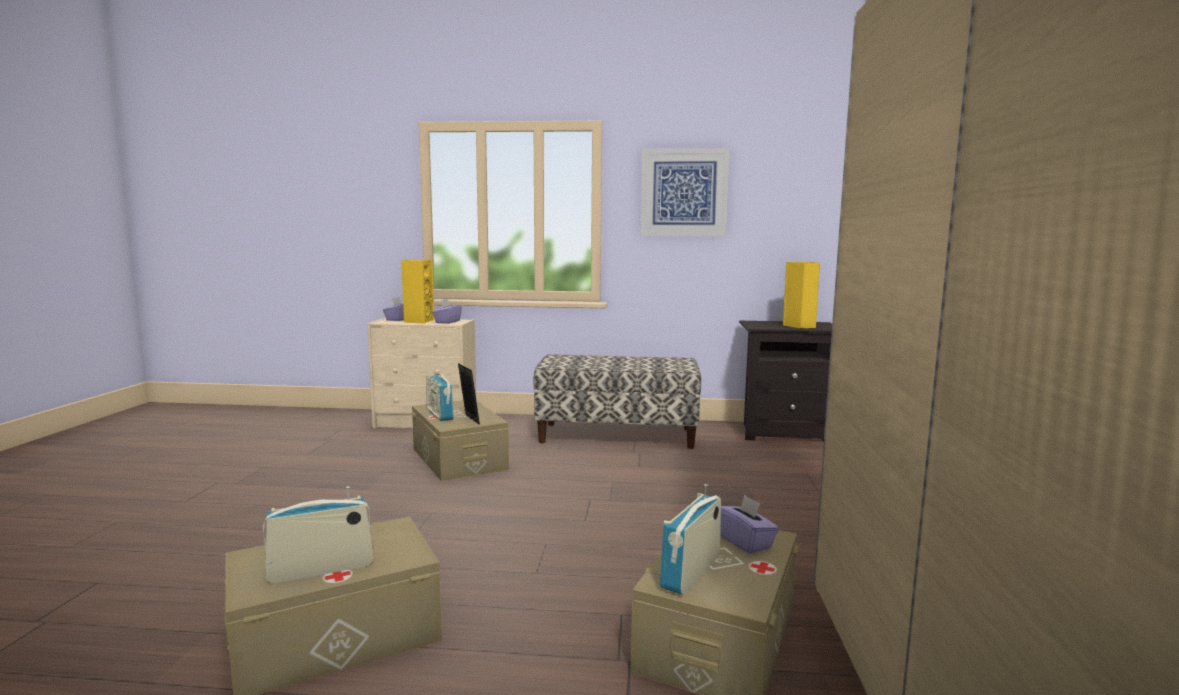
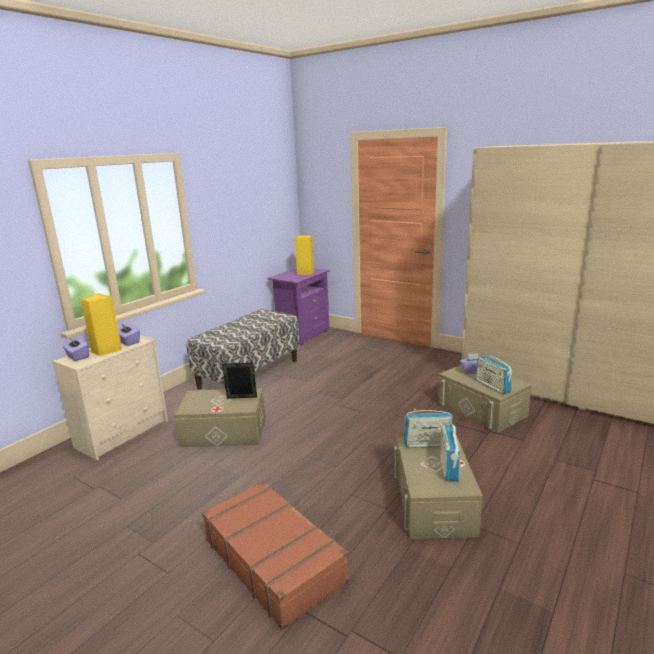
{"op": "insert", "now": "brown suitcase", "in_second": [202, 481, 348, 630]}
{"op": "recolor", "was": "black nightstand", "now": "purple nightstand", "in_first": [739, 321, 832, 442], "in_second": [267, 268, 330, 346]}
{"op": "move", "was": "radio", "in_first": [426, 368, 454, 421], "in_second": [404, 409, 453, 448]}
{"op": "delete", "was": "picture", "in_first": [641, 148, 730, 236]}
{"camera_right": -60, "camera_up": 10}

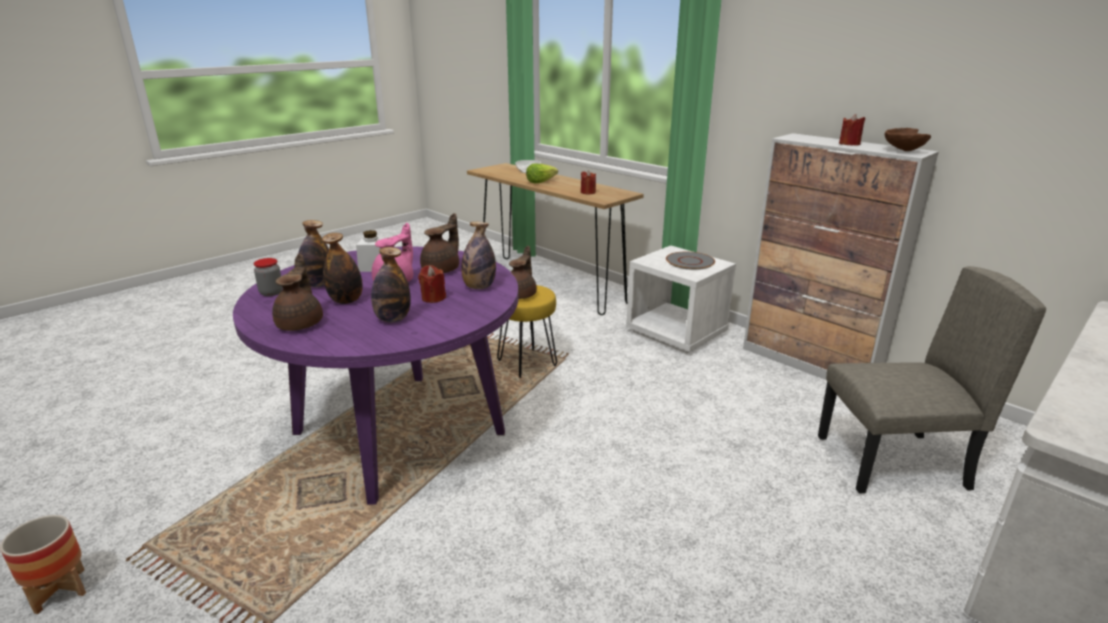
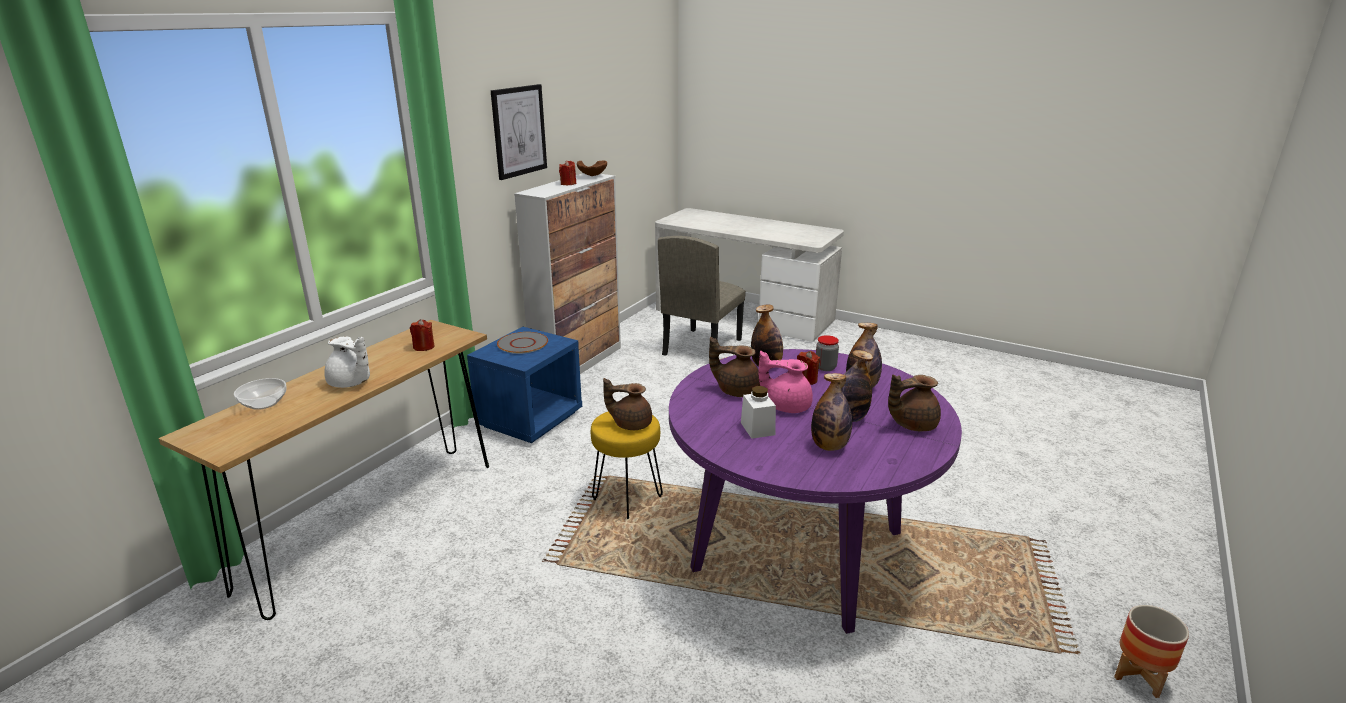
{"op": "replace", "was": "lettuce", "now": "white teapot", "in_first": [526, 163, 558, 183], "in_second": [324, 336, 370, 388]}
{"op": "recolor", "was": "white nightstand", "now": "blue nightstand", "in_first": [626, 246, 736, 353], "in_second": [467, 327, 582, 443]}
{"op": "insert", "now": "picture", "in_second": [491, 84, 547, 180]}
{"op": "rotate", "was": "beige chair", "in_first": [818, 266, 1046, 494], "in_second": [658, 236, 746, 356], "clockwise": -135}
{"op": "move", "was": "jar", "in_first": [253, 258, 283, 296], "in_second": [816, 335, 839, 371]}
{"camera_right": -105, "camera_up": 0}

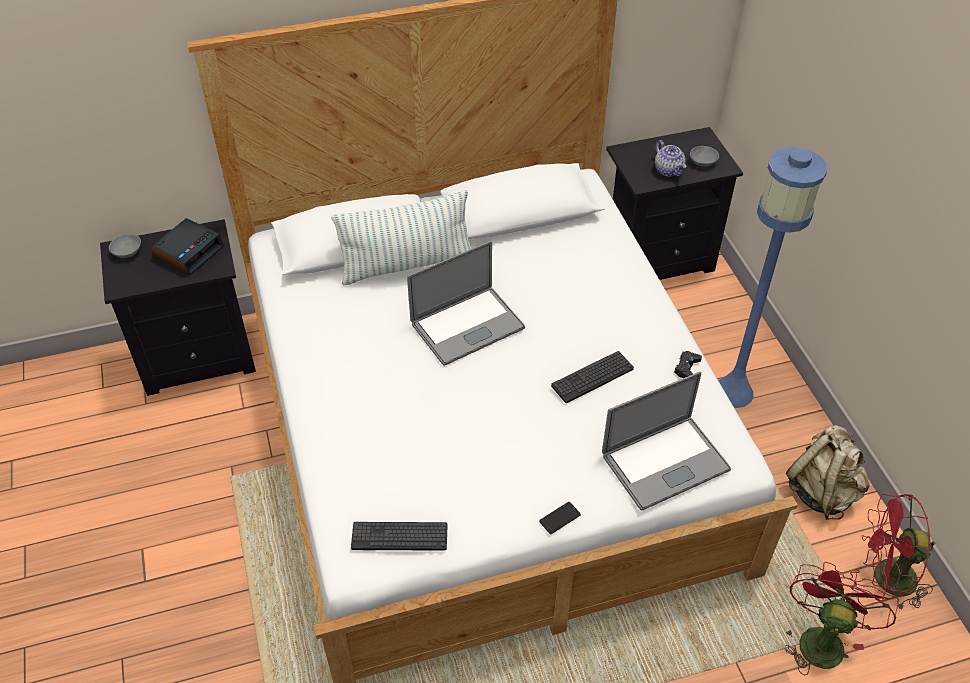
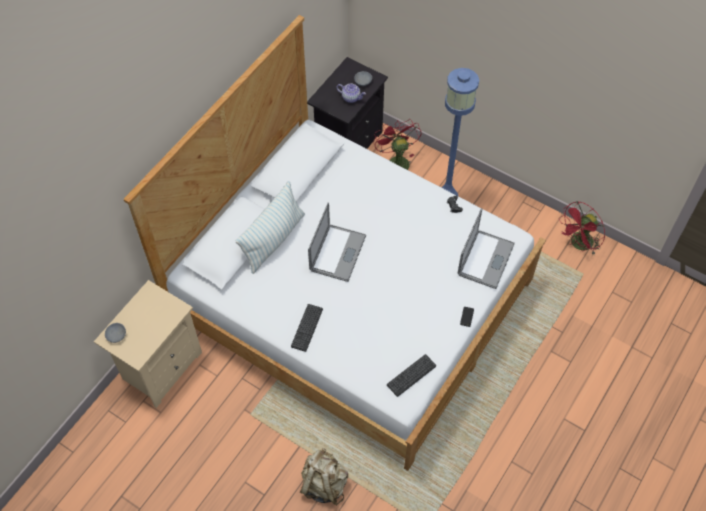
{"op": "recolor", "was": "black nightstand", "now": "beige nightstand", "in_first": [100, 219, 256, 396], "in_second": [94, 280, 202, 408]}
{"op": "move", "was": "keyboard", "in_first": [551, 351, 634, 403], "in_second": [291, 304, 323, 352]}
{"op": "move", "was": "beige backpack", "in_first": [786, 425, 870, 520], "in_second": [300, 448, 348, 506]}
{"op": "move", "was": "red fan", "in_first": [786, 562, 899, 675], "in_second": [373, 119, 421, 170]}
{"op": "delete", "was": "alarm clock", "in_first": [150, 218, 224, 276]}
{"camera_right": -40, "camera_up": 10}

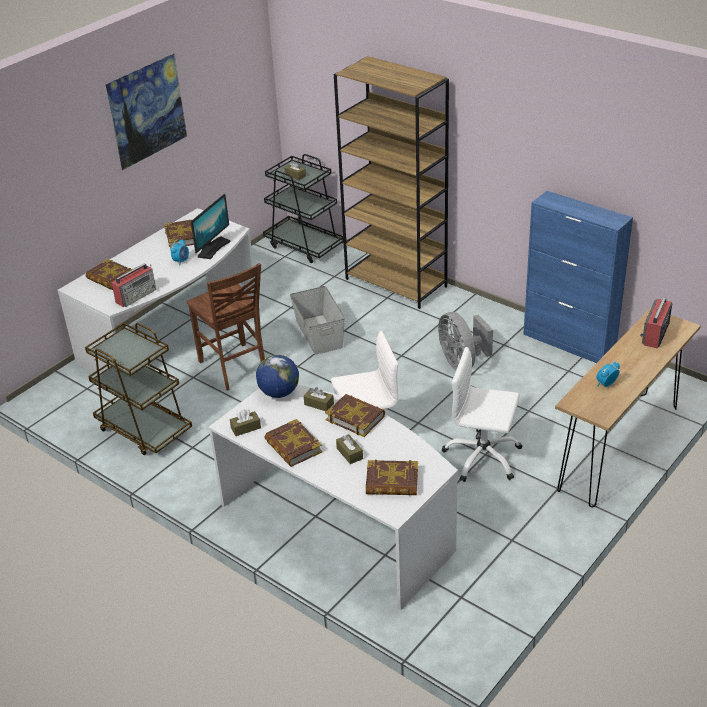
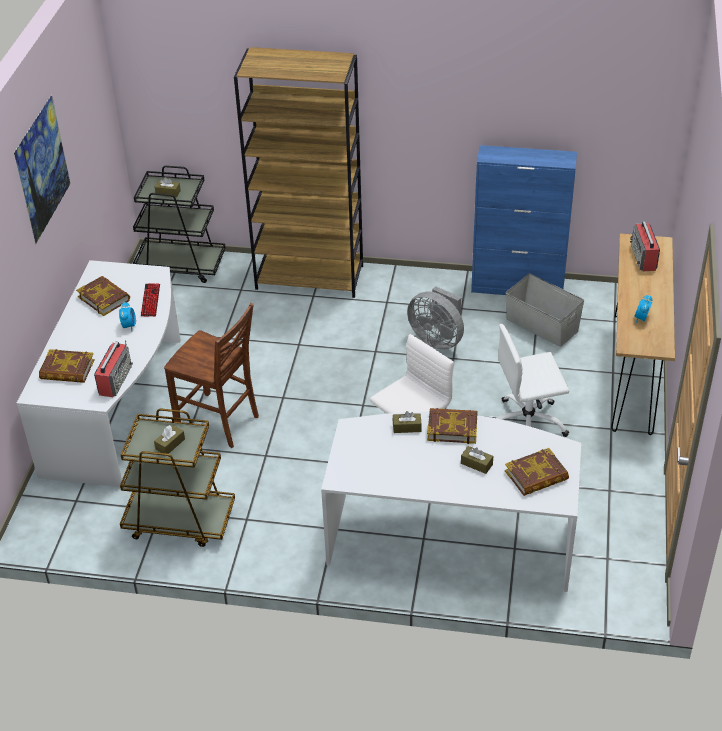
{"op": "replace", "was": "monitor", "now": "keyboard", "in_first": [191, 194, 231, 259], "in_second": [141, 283, 160, 317]}
{"op": "move", "was": "brown tissue box", "in_first": [230, 409, 261, 436], "in_second": [154, 425, 185, 454]}
{"op": "move", "was": "grey storage box", "in_first": [290, 286, 345, 355], "in_second": [505, 274, 585, 347]}
{"op": "delete", "was": "globe", "in_first": [256, 355, 299, 398]}
{"op": "delete", "was": "book", "in_first": [264, 419, 322, 467]}
{"camera_right": -30, "camera_up": 5}

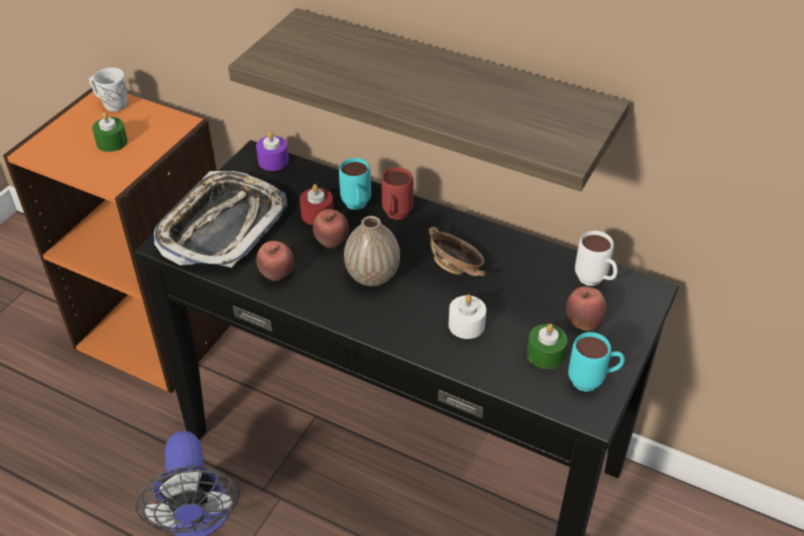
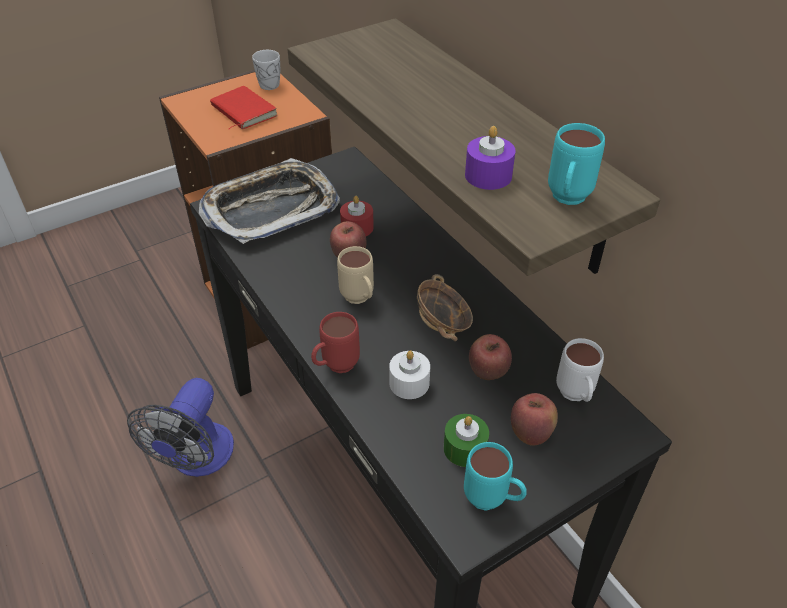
{"op": "replace", "was": "green candle", "now": "red book", "in_first": [92, 112, 128, 152], "in_second": [210, 86, 278, 130]}
{"op": "move", "was": "red mug", "in_first": [382, 167, 414, 220], "in_second": [311, 312, 360, 373]}
{"op": "replace", "was": "vase", "now": "beige mug", "in_first": [344, 216, 400, 286], "in_second": [337, 246, 374, 304]}
{"op": "move", "was": "purple candle", "in_first": [256, 131, 289, 171], "in_second": [465, 126, 516, 190]}
{"op": "move", "was": "apple", "in_first": [256, 241, 294, 281], "in_second": [469, 334, 512, 380]}
{"op": "move", "was": "turquoise mug", "in_first": [339, 158, 371, 210], "in_second": [548, 123, 605, 205]}
{"camera_right": 30, "camera_up": 0}

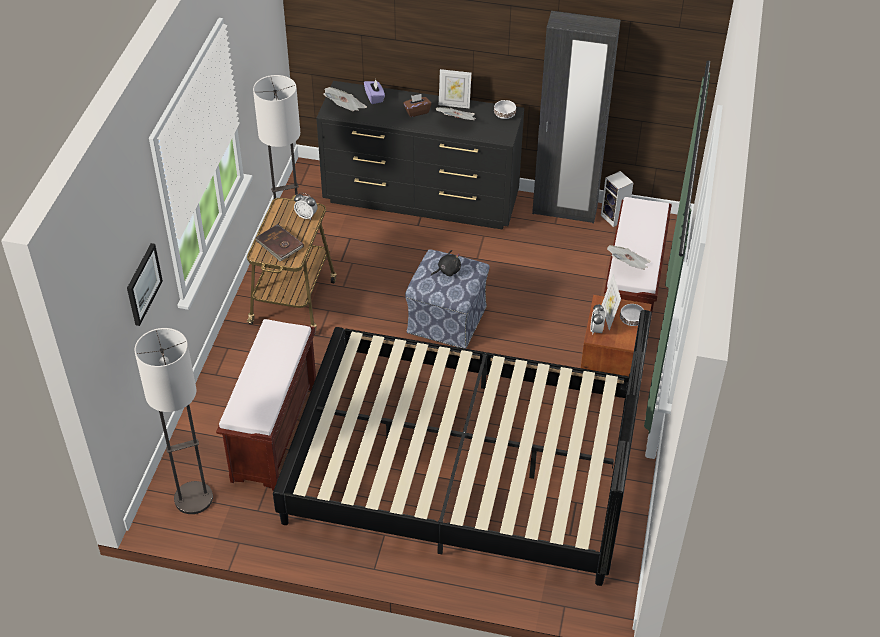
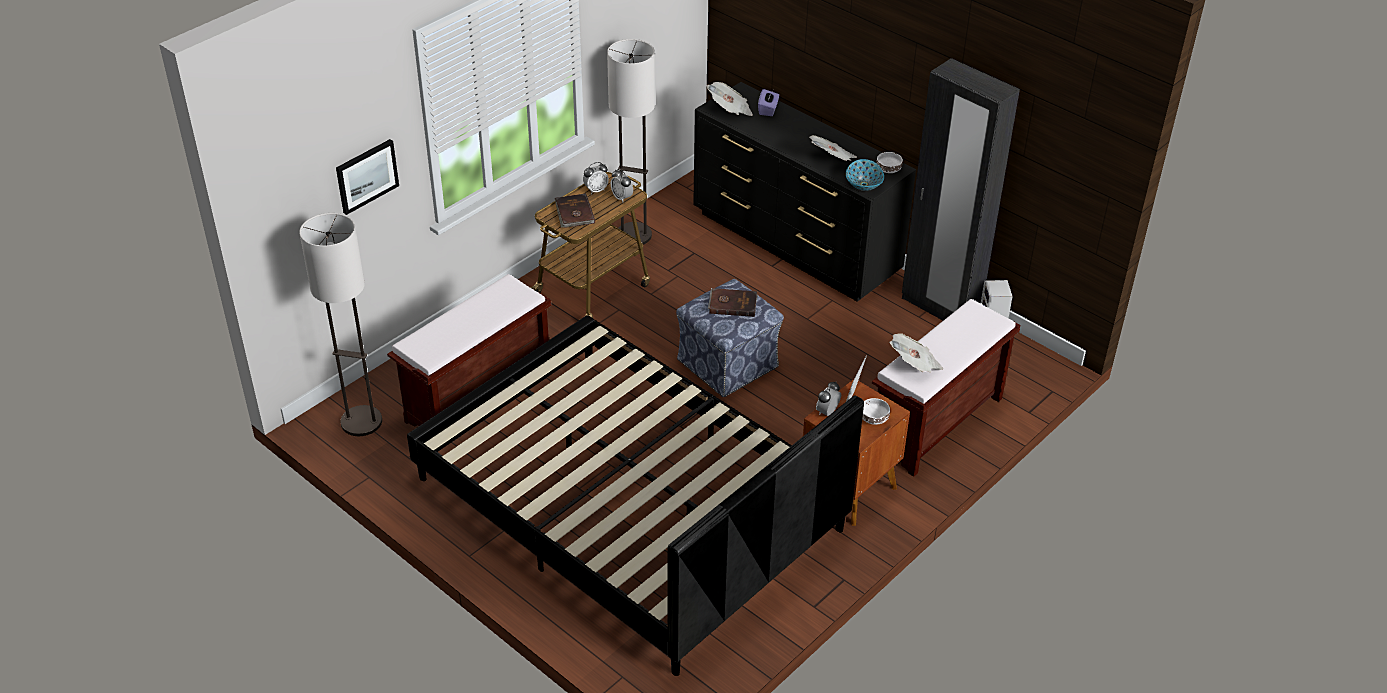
{"op": "insert", "now": "alarm clock", "in_second": [583, 162, 609, 194]}
{"op": "replace", "was": "black plush toy", "now": "brown book", "in_first": [431, 250, 461, 276], "in_second": [708, 288, 758, 317]}
{"op": "insert", "now": "bowl", "in_second": [846, 159, 884, 191]}
{"op": "delete", "was": "brown tissue box", "in_first": [403, 94, 431, 117]}
{"op": "delete", "was": "picture frame", "in_first": [439, 69, 471, 109]}
{"camera_right": 30, "camera_up": -5}

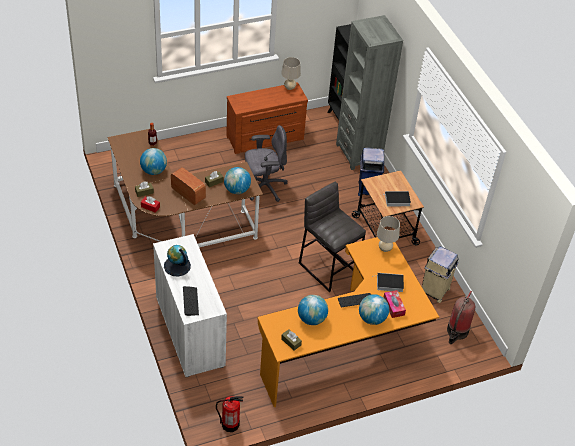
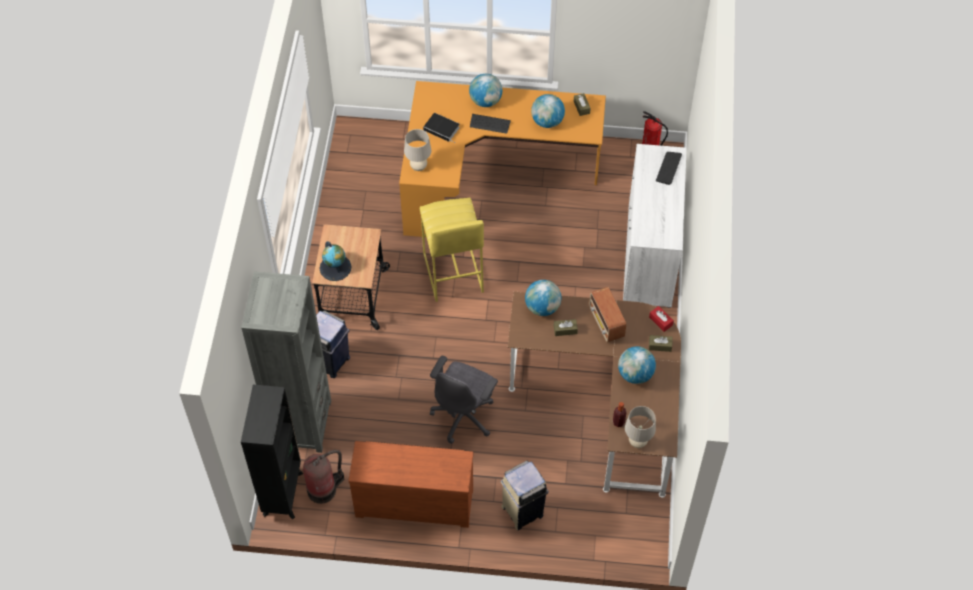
{"op": "move", "was": "fire extinguisher", "in_first": [447, 291, 475, 344], "in_second": [303, 450, 344, 504]}
{"op": "move", "was": "globe", "in_first": [164, 245, 191, 276], "in_second": [320, 241, 352, 281]}
{"op": "recolor", "was": "grey stool", "now": "yellow stool", "in_first": [299, 182, 366, 292], "in_second": [420, 198, 484, 302]}
{"op": "rotate", "was": "grey office chair", "in_first": [245, 125, 287, 202], "in_second": [430, 356, 498, 444], "clockwise": -75}
{"op": "move", "was": "beige trash can", "in_first": [422, 246, 459, 303], "in_second": [500, 461, 549, 530]}
{"op": "move", "was": "beige table lamp", "in_first": [281, 57, 301, 90], "in_second": [625, 406, 656, 448]}
{"op": "delete", "was": "book", "in_first": [383, 191, 411, 206]}
{"op": "delete", "was": "tissue box", "in_first": [383, 290, 406, 318]}
{"camera_right": -150, "camera_up": 10}

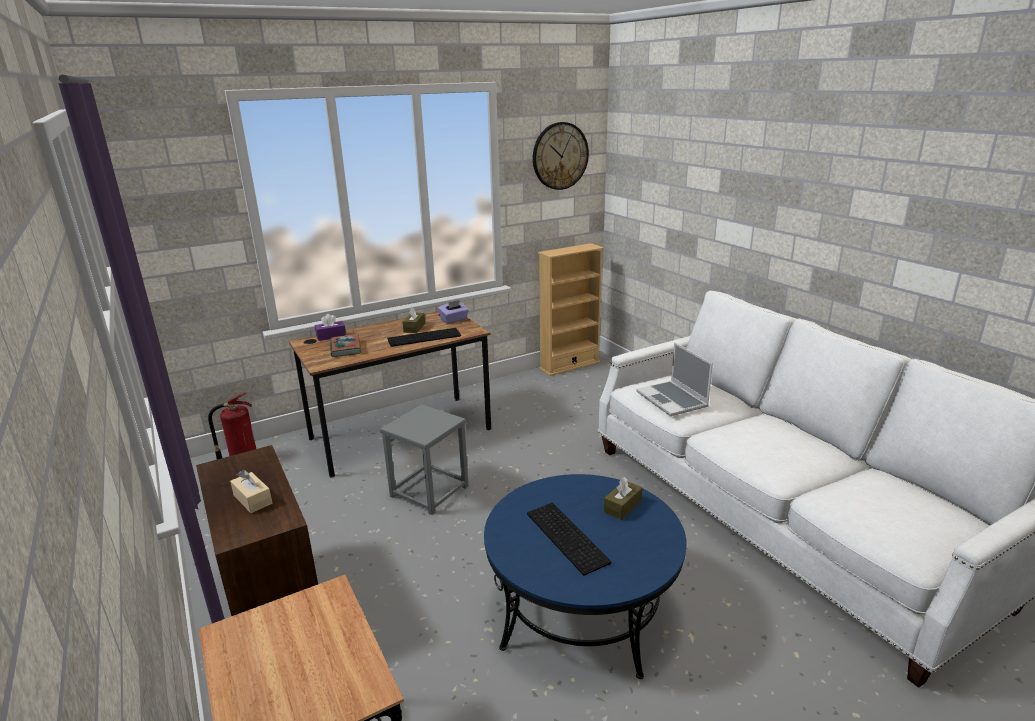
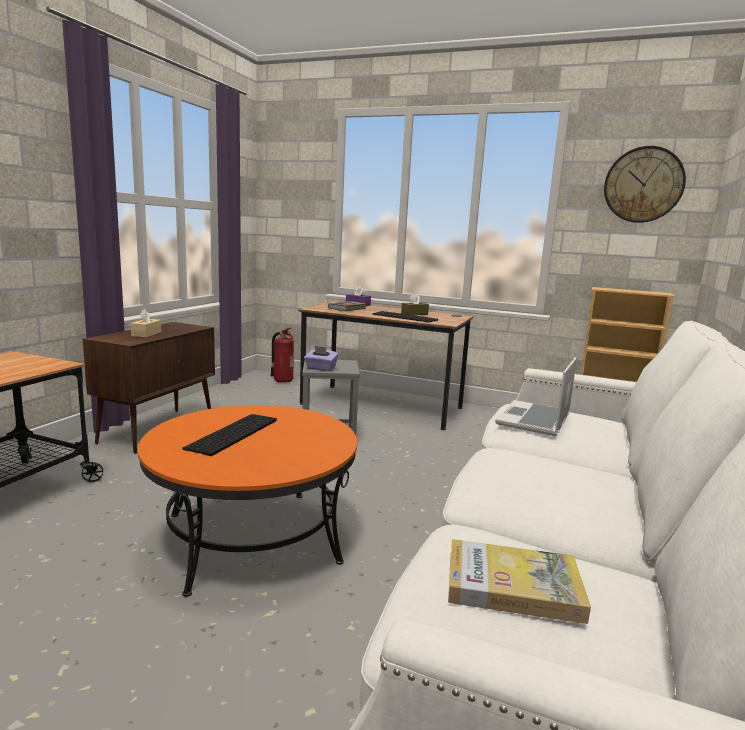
{"op": "recolor", "was": "blue coffee table", "now": "orange coffee table", "in_first": [484, 474, 687, 679], "in_second": [138, 405, 357, 597]}
{"op": "move", "was": "purple tissue box", "in_first": [438, 300, 469, 324], "in_second": [304, 345, 338, 371]}
{"op": "insert", "now": "book", "in_second": [448, 539, 591, 624]}
{"op": "delete", "was": "brown tissue box", "in_first": [604, 477, 642, 520]}
{"camera_right": 50, "camera_up": -10}

